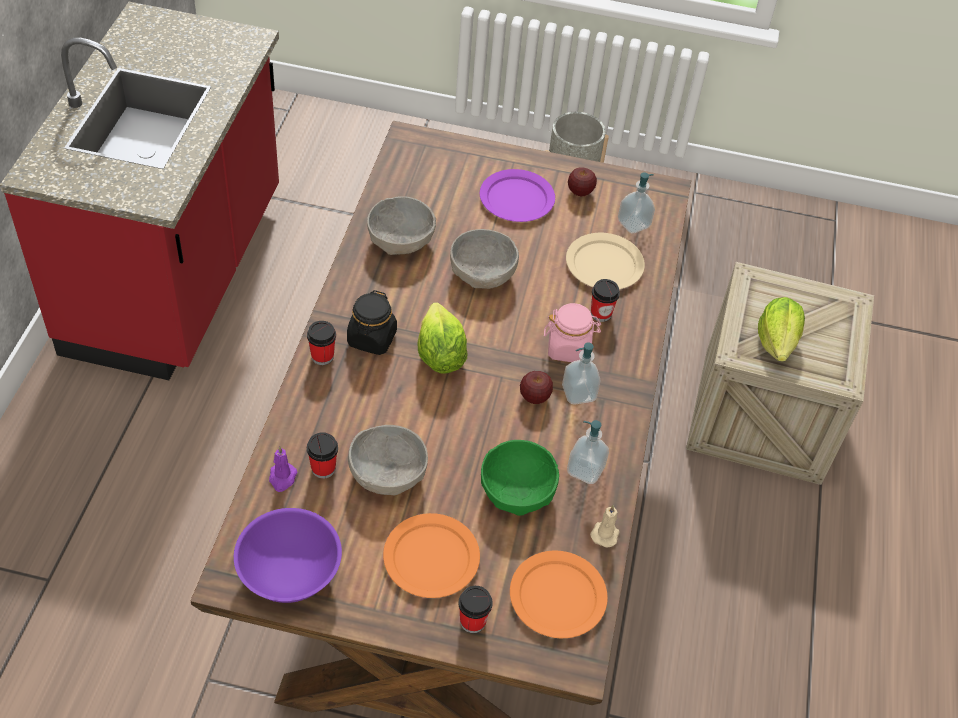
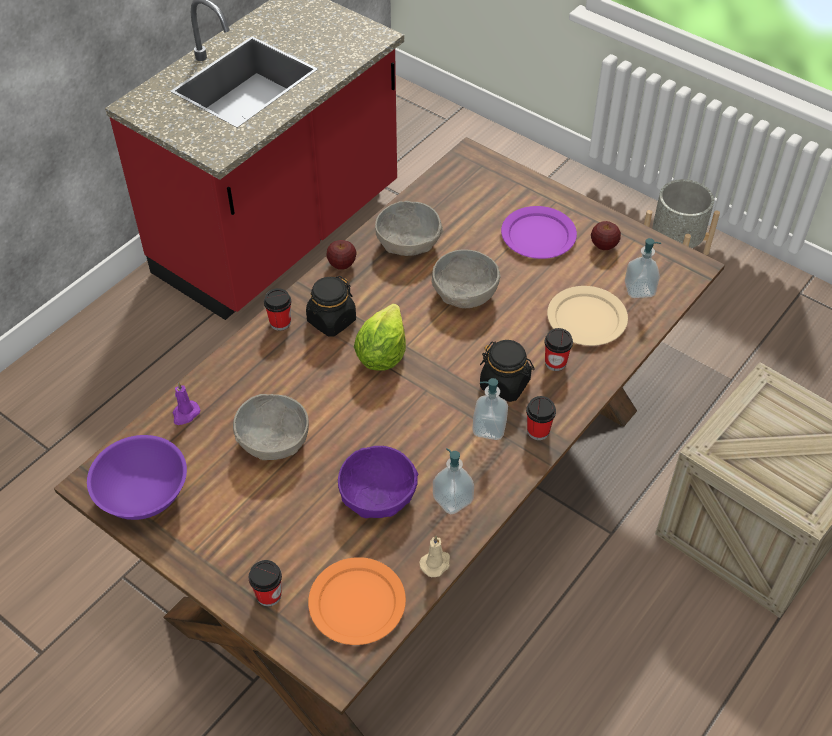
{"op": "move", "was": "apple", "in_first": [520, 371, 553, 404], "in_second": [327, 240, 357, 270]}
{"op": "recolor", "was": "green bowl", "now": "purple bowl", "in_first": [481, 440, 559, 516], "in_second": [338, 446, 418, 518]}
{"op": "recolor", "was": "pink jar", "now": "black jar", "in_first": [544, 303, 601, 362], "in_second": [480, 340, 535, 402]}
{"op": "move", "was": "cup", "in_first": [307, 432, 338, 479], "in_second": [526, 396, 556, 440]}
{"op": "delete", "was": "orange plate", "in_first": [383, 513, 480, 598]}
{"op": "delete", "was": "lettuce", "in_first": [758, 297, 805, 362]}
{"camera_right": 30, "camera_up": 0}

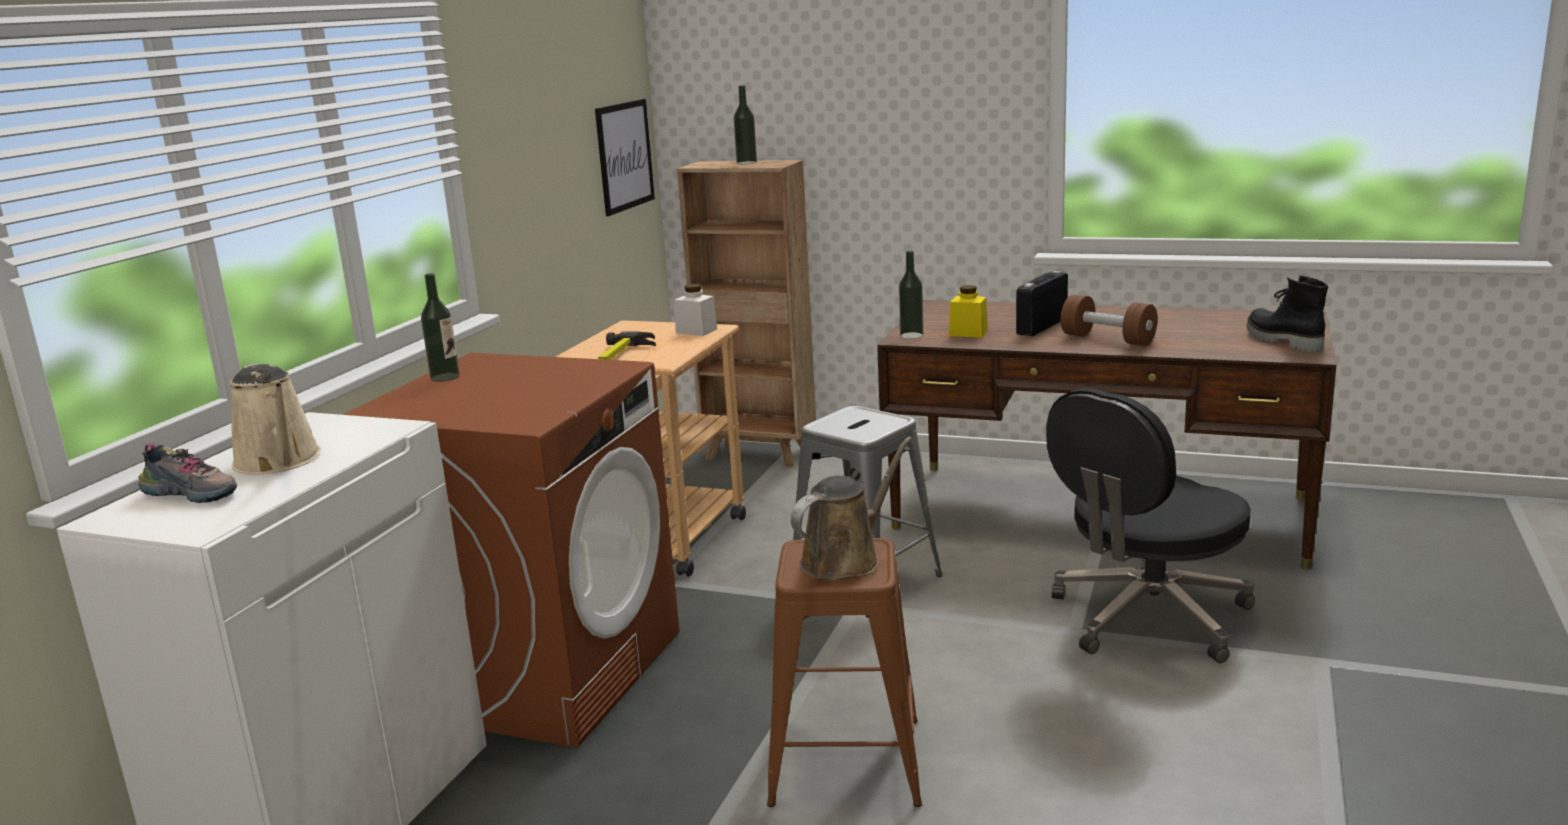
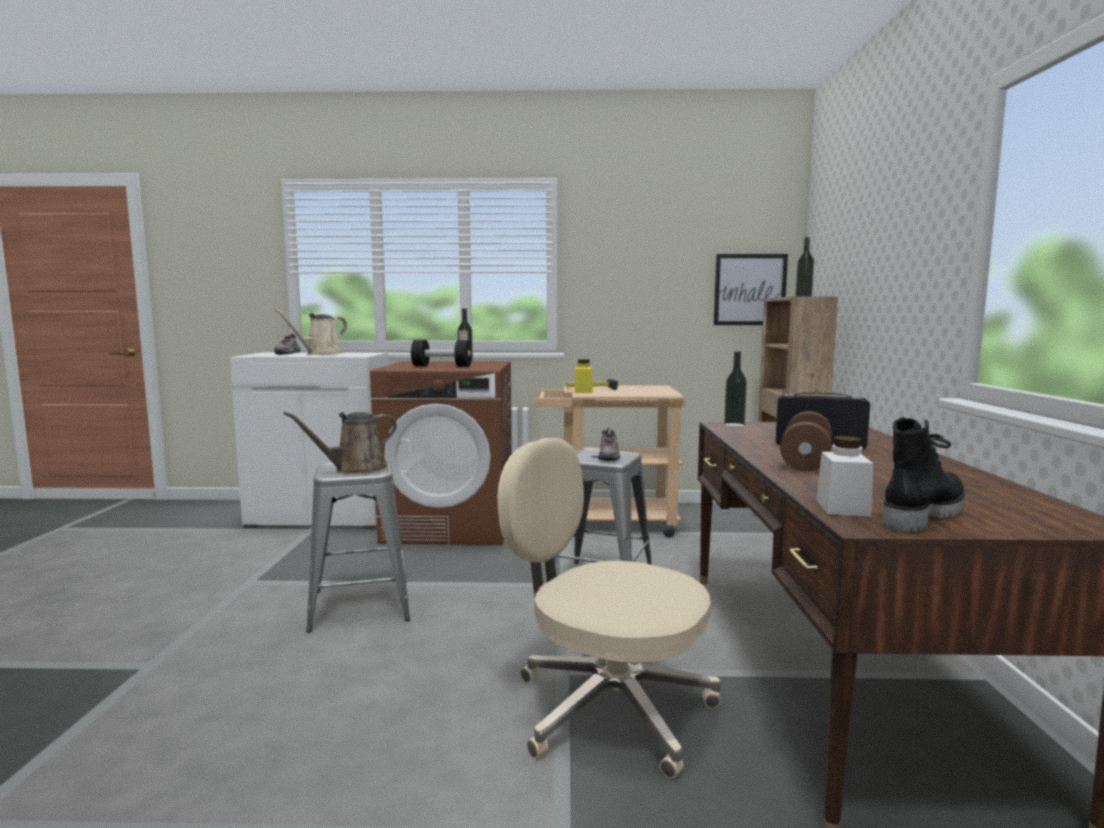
{"op": "rotate", "was": "brown watering can", "in_first": [791, 437, 912, 580], "in_second": [283, 411, 397, 474], "clockwise": 120}
{"op": "recolor", "was": "brown stool", "now": "grey stool", "in_first": [767, 538, 922, 807], "in_second": [306, 460, 410, 632]}
{"op": "insert", "now": "black dumbbell", "in_second": [411, 340, 472, 367]}
{"op": "recolor", "was": "black office chair", "now": "beige office chair", "in_first": [1046, 388, 1255, 663], "in_second": [497, 438, 721, 779]}
{"op": "move", "was": "yellow jar", "in_first": [949, 285, 988, 338], "in_second": [574, 359, 593, 393]}
{"op": "insert", "now": "shoe", "in_second": [598, 427, 620, 461]}
{"op": "move", "was": "white jar", "in_first": [674, 284, 717, 336], "in_second": [817, 436, 873, 517]}
{"camera_right": 70, "camera_up": -10}

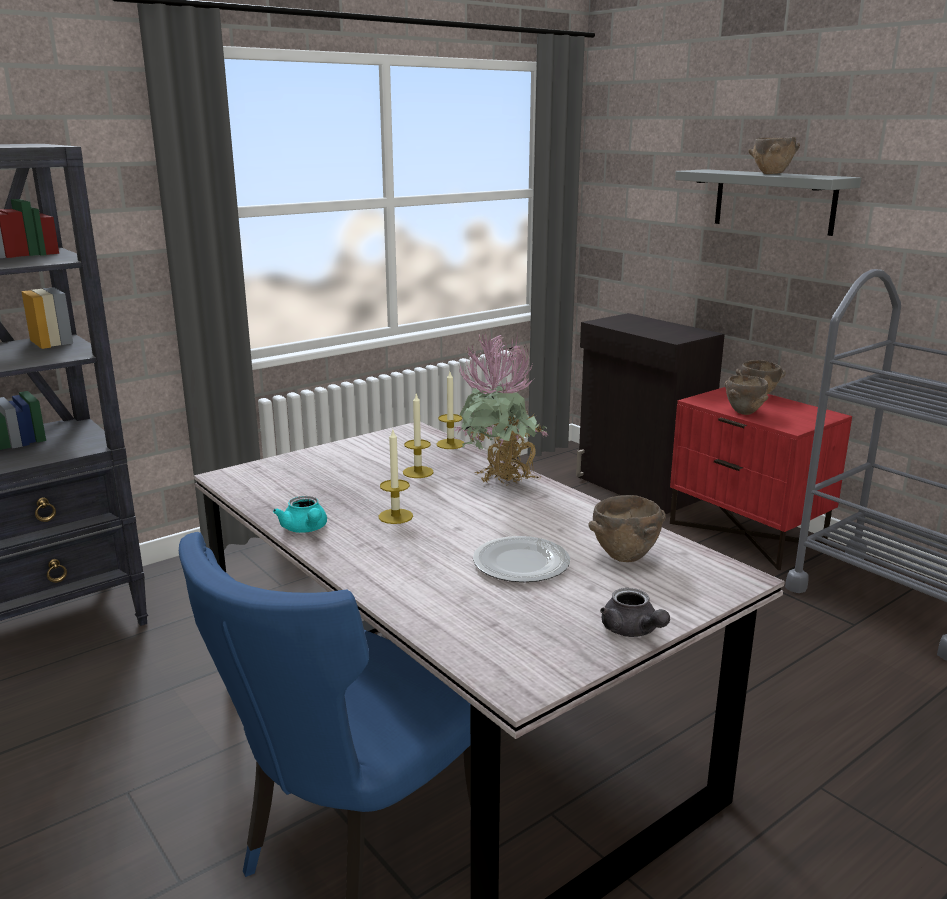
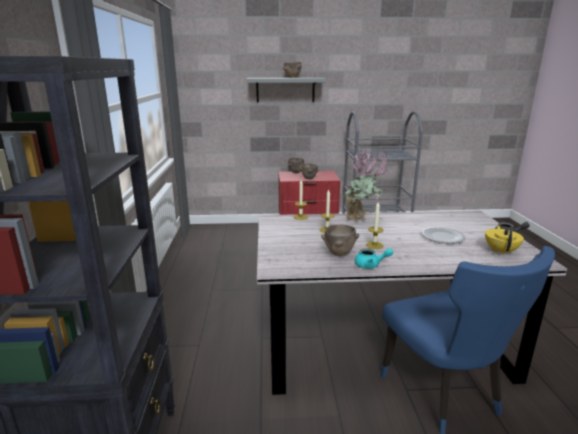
{"op": "move", "was": "brown bowl", "in_first": [588, 495, 666, 562], "in_second": [321, 224, 359, 256]}
{"op": "insert", "now": "yellow teapot", "in_second": [485, 226, 524, 255]}
{"op": "delete", "was": "black cabinet", "in_first": [576, 313, 725, 514]}
{"camera_right": -55, "camera_up": 0}

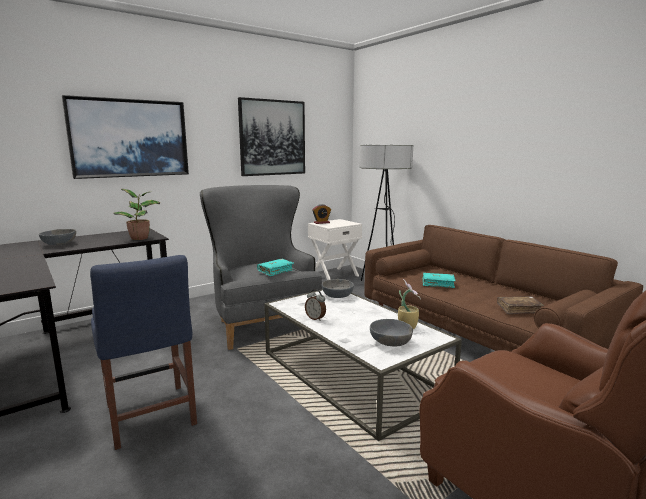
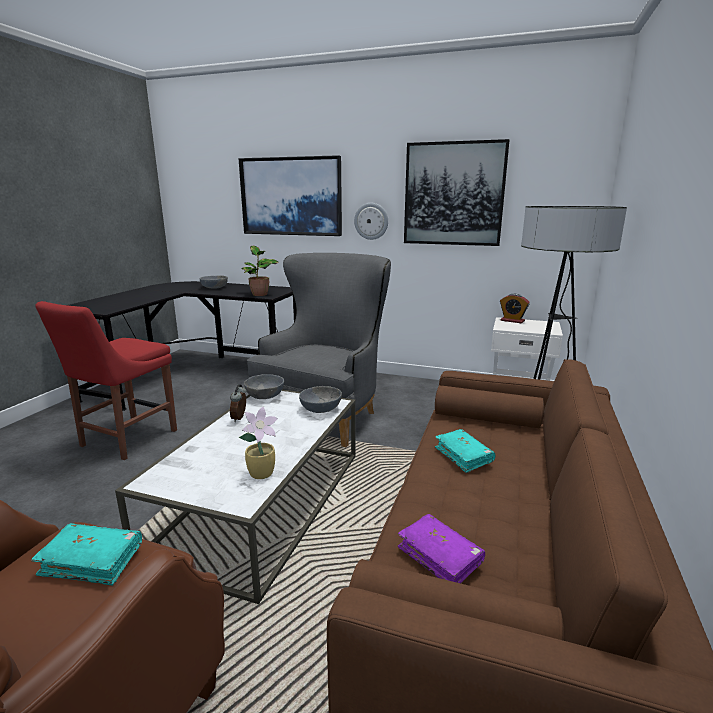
{"op": "move", "was": "turquoise book", "in_first": [257, 259, 294, 276], "in_second": [31, 523, 142, 586]}
{"op": "recolor", "was": "blue chair", "now": "red chair", "in_first": [90, 255, 197, 450], "in_second": [35, 301, 177, 460]}
{"op": "move", "was": "grey bowl", "in_first": [370, 319, 413, 346], "in_second": [244, 374, 284, 399]}
{"op": "insert", "now": "wall clock", "in_second": [354, 203, 388, 240]}
{"op": "recolor", "was": "brown book", "now": "purple book", "in_first": [497, 296, 544, 314], "in_second": [398, 514, 485, 583]}
{"camera_right": 55, "camera_up": 5}

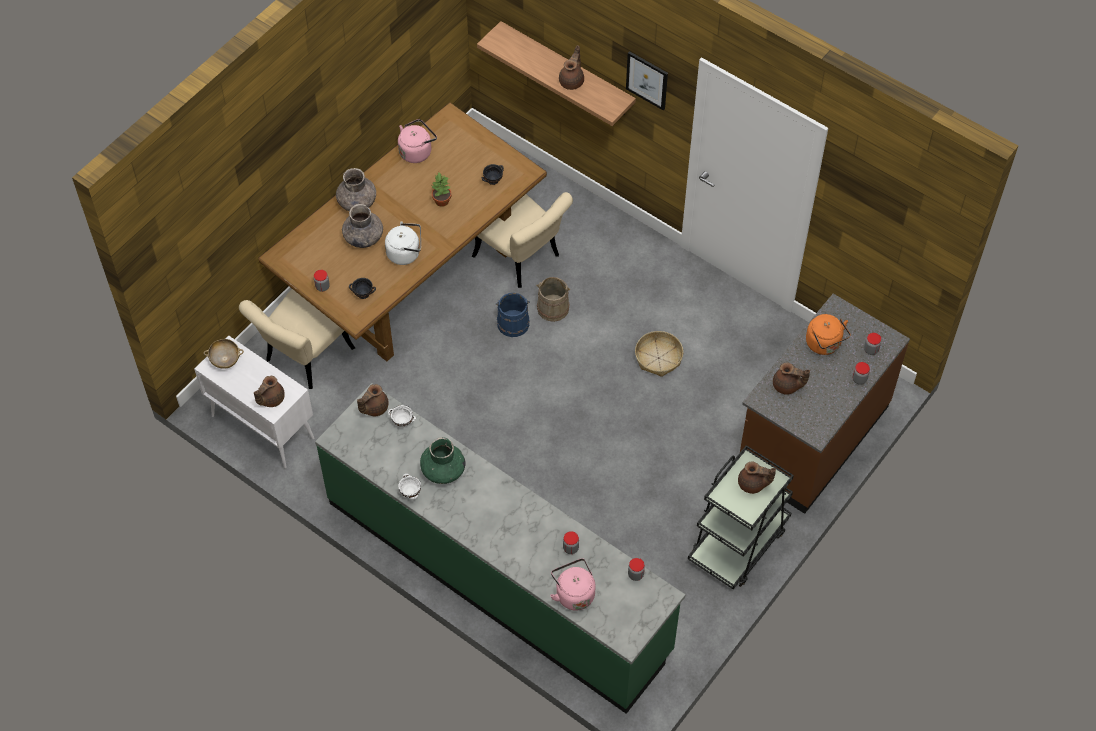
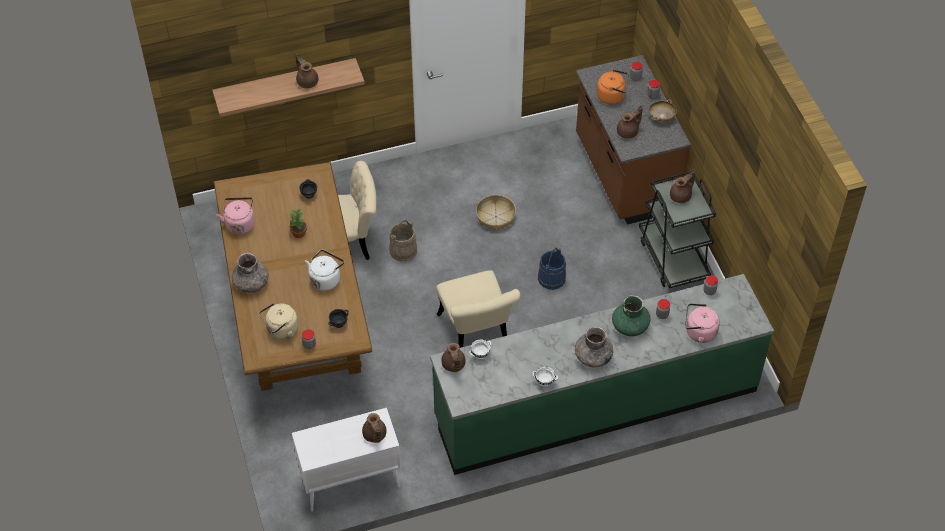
{"op": "insert", "now": "beige kettle", "in_second": [259, 303, 298, 339]}
{"op": "move", "was": "beige chair", "in_first": [239, 289, 355, 389], "in_second": [436, 270, 520, 348]}
{"op": "move", "was": "blue bucket", "in_first": [496, 293, 530, 337], "in_second": [538, 248, 566, 290]}
{"op": "move", "was": "grey vase", "in_first": [342, 204, 383, 248], "in_second": [575, 326, 613, 368]}
{"op": "move", "was": "green vase", "in_first": [420, 437, 466, 484], "in_second": [612, 295, 651, 336]}
{"op": "move", "was": "beige bowl", "in_first": [204, 339, 244, 369], "in_second": [649, 99, 677, 122]}
{"op": "delete", "was": "picture", "in_first": [626, 51, 668, 111]}
{"camera_right": -55, "camera_up": -5}

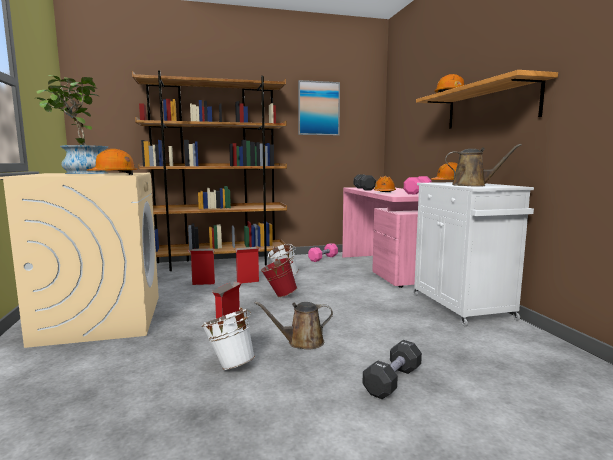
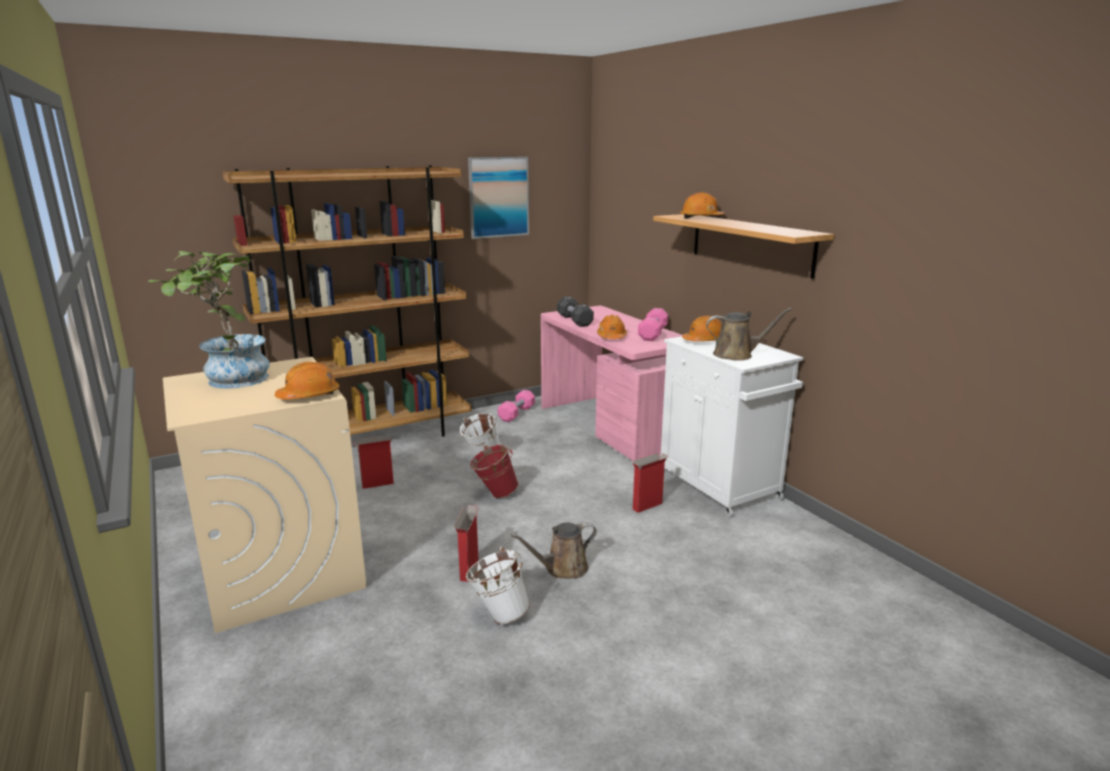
{"op": "move", "was": "cardboard box", "in_first": [235, 247, 261, 284], "in_second": [633, 453, 668, 513]}
{"op": "delete", "was": "black dumbbell", "in_first": [363, 340, 422, 399]}
{"camera_right": -15, "camera_up": 10}

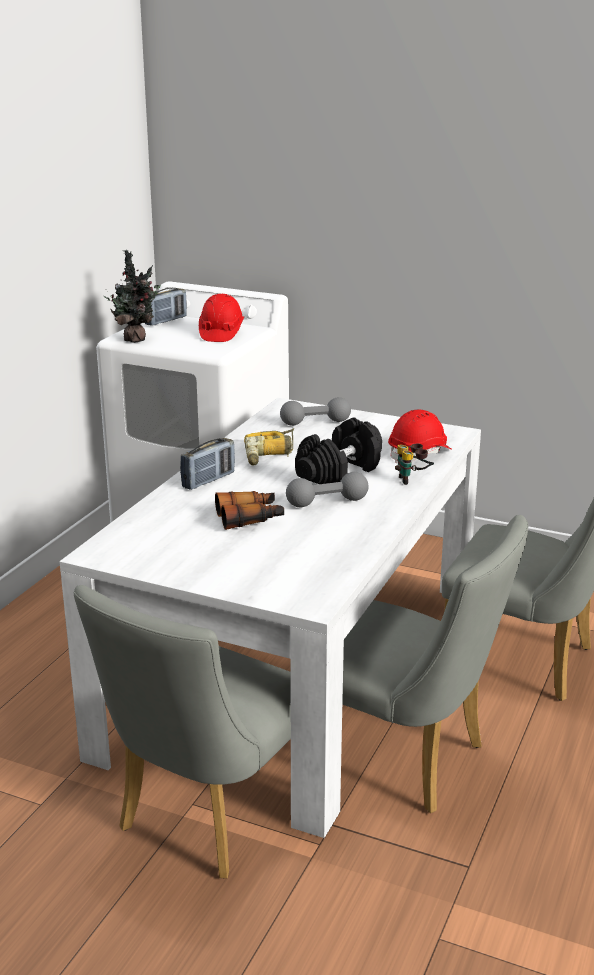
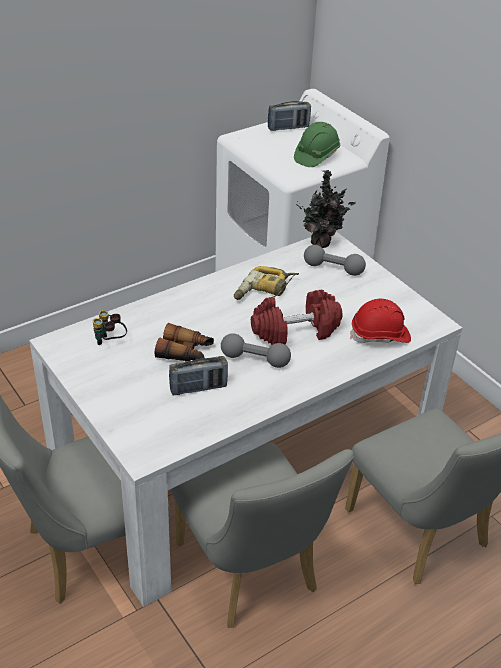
{"op": "move", "was": "binoculars", "in_first": [395, 443, 434, 485], "in_second": [93, 310, 127, 345]}
{"op": "move", "was": "radio", "in_first": [180, 438, 235, 490], "in_second": [169, 356, 228, 395]}
{"op": "recolor", "was": "black dumbbell", "now": "red dumbbell", "in_first": [295, 417, 382, 484], "in_second": [251, 290, 342, 345]}
{"op": "recolor", "was": "red hard hat", "now": "green hard hat", "in_first": [199, 294, 244, 342], "in_second": [294, 122, 340, 167]}
{"op": "move", "was": "potted plant", "in_first": [104, 250, 161, 343], "in_second": [296, 170, 356, 248]}
{"camera_right": 30, "camera_up": 15}

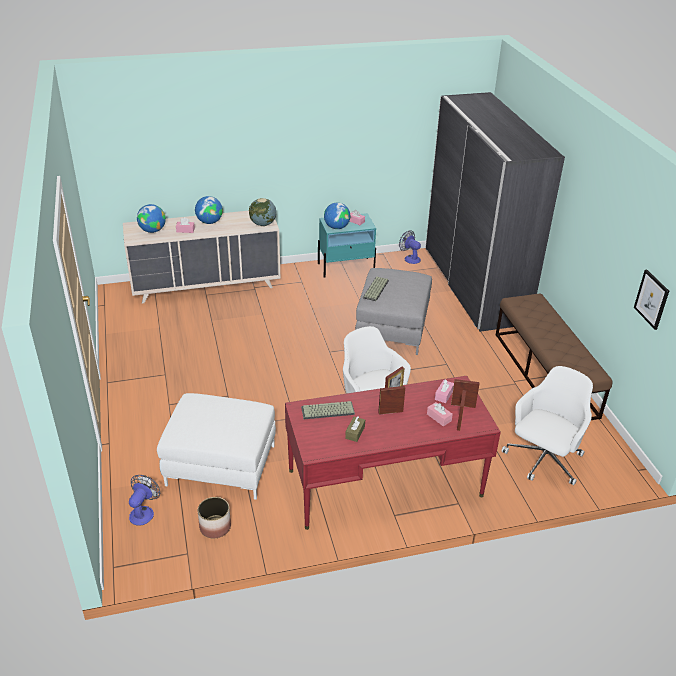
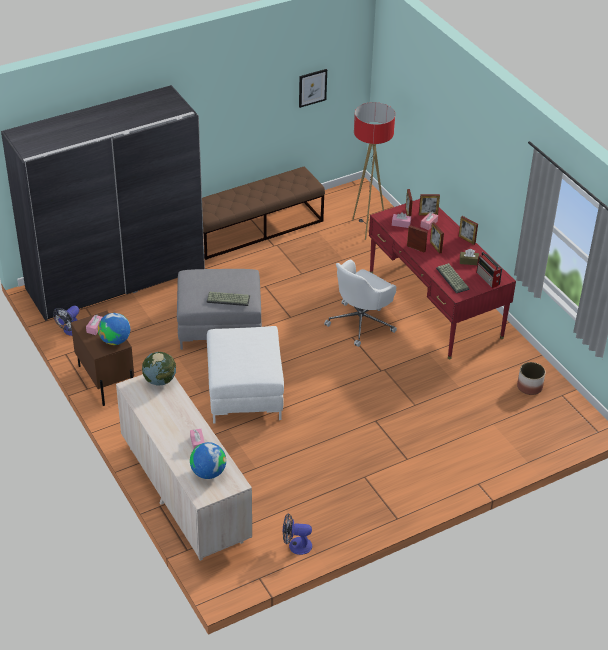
{"op": "recolor", "was": "turquoise nightstand", "now": "brown nightstand", "in_first": [318, 213, 376, 278], "in_second": [71, 311, 134, 406]}
{"op": "move", "was": "white ottoman", "in_first": [157, 393, 276, 500], "in_second": [207, 326, 284, 424]}
{"op": "move", "was": "fan", "in_first": [129, 475, 160, 526], "in_second": [282, 513, 312, 555]}
{"op": "replace", "was": "white office chair", "now": "floor lamp", "in_first": [501, 366, 593, 485], "in_second": [352, 102, 395, 240]}
{"op": "insert", "now": "picture frame", "in_second": [459, 216, 478, 245]}
{"op": "insert", "now": "radio", "in_second": [476, 252, 502, 288]}
{"op": "delete", "was": "globe", "in_first": [195, 196, 223, 224]}
{"camera_right": -105, "camera_up": 5}

